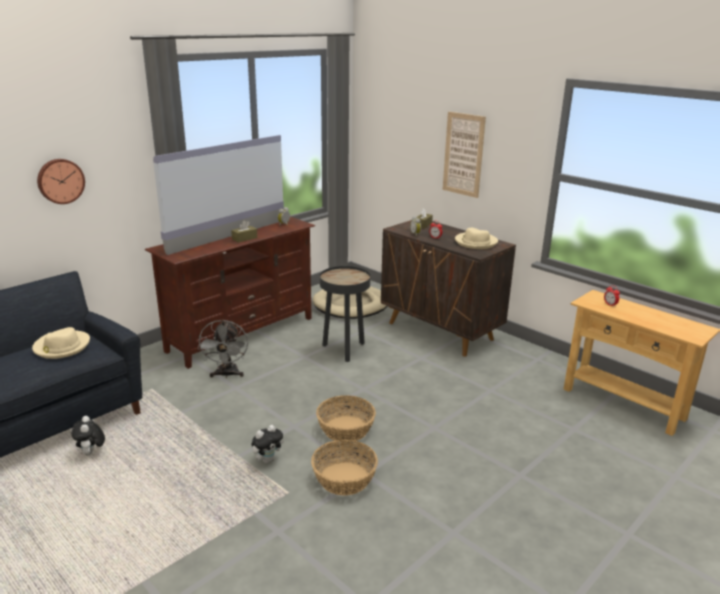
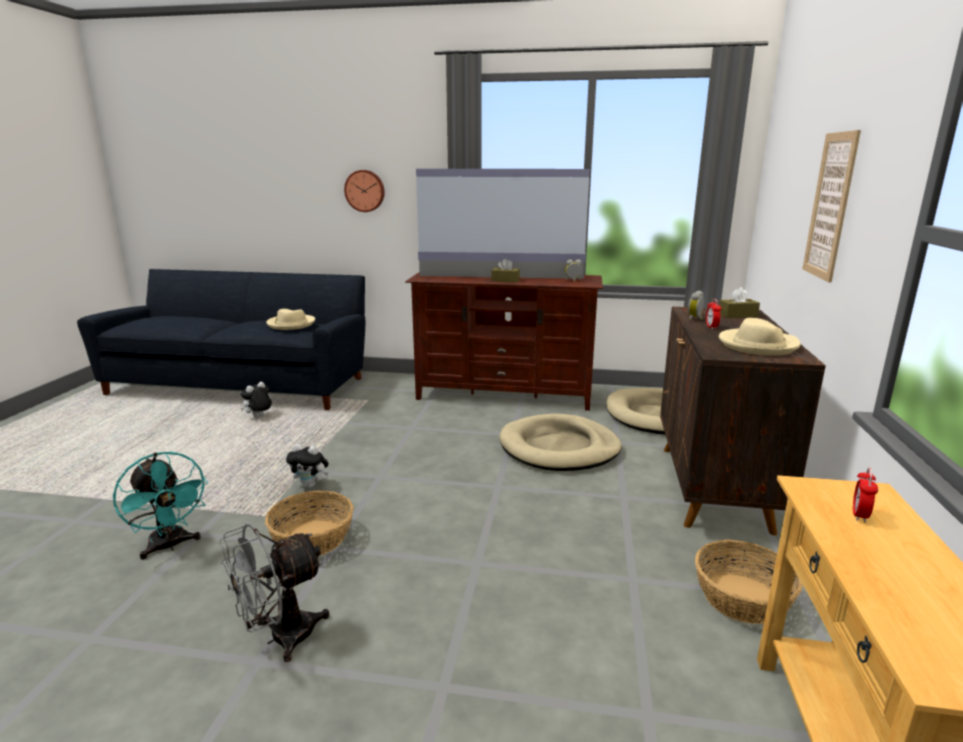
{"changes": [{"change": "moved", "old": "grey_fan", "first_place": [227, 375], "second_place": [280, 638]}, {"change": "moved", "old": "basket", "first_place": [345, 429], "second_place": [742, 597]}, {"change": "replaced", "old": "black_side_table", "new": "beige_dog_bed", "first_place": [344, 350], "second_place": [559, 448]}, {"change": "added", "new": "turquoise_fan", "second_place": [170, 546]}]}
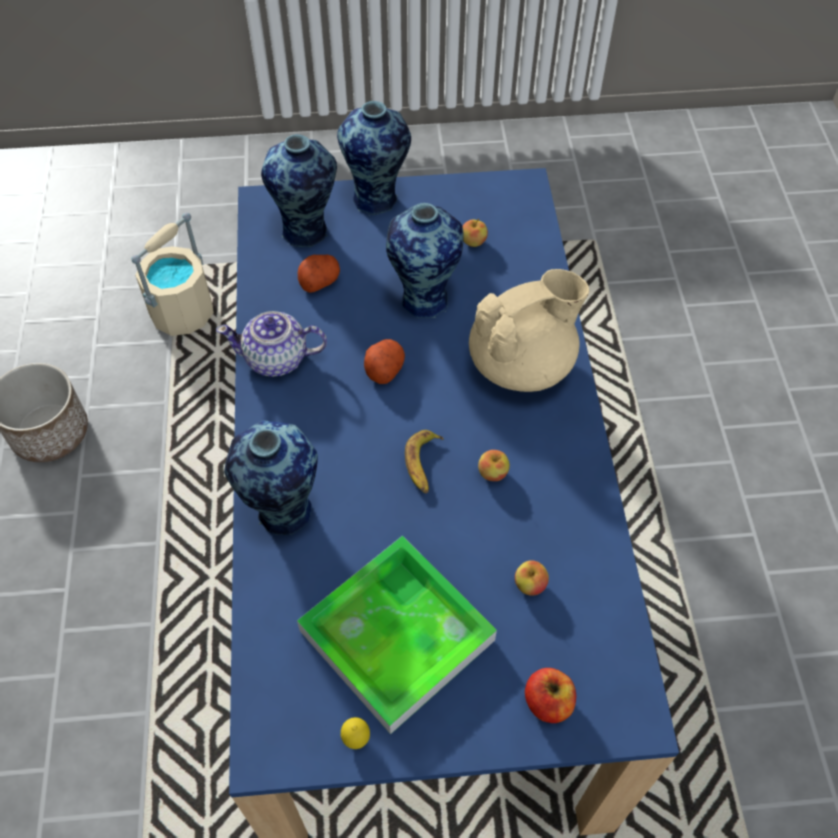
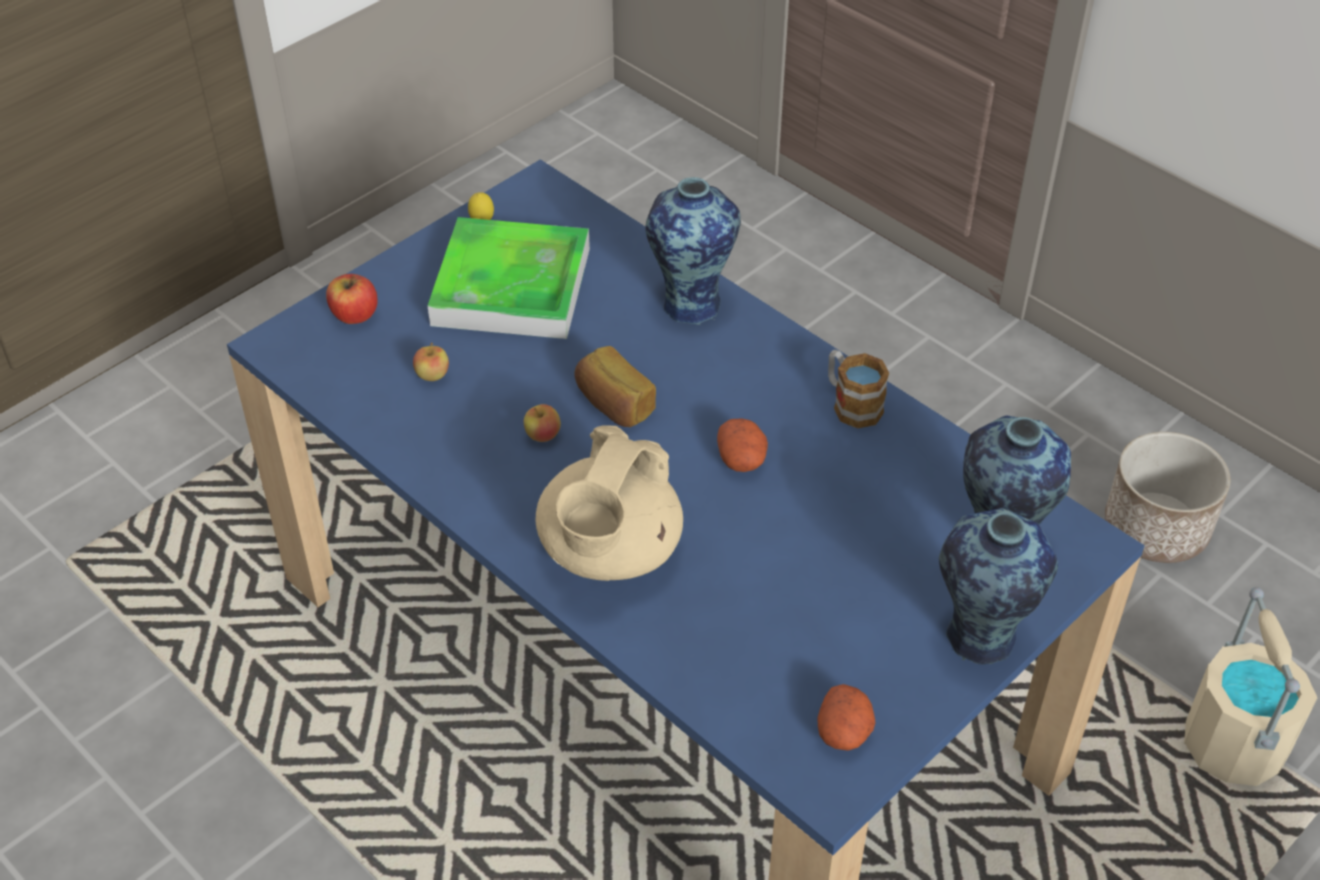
{"changes": [{"change": "replaced", "old": "teapot", "new": "mug", "first_place": [277, 359], "second_place": [851, 404]}, {"change": "moved", "old": "potato", "first_place": [319, 281], "second_place": [844, 732]}, {"change": "removed", "old": "vase", "first_place": [424, 298]}, {"change": "replaced", "old": "banana", "new": "bread", "first_place": [423, 465], "second_place": [613, 404]}, {"change": "removed", "old": "apple", "first_place": [473, 242]}]}
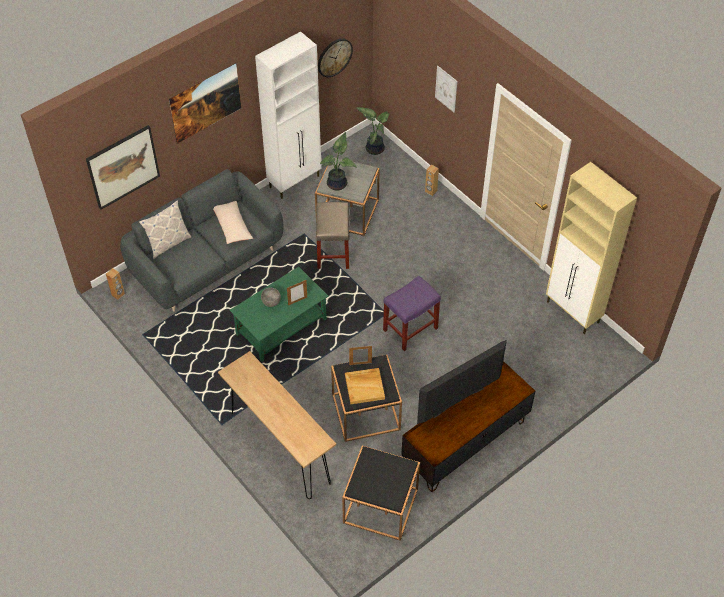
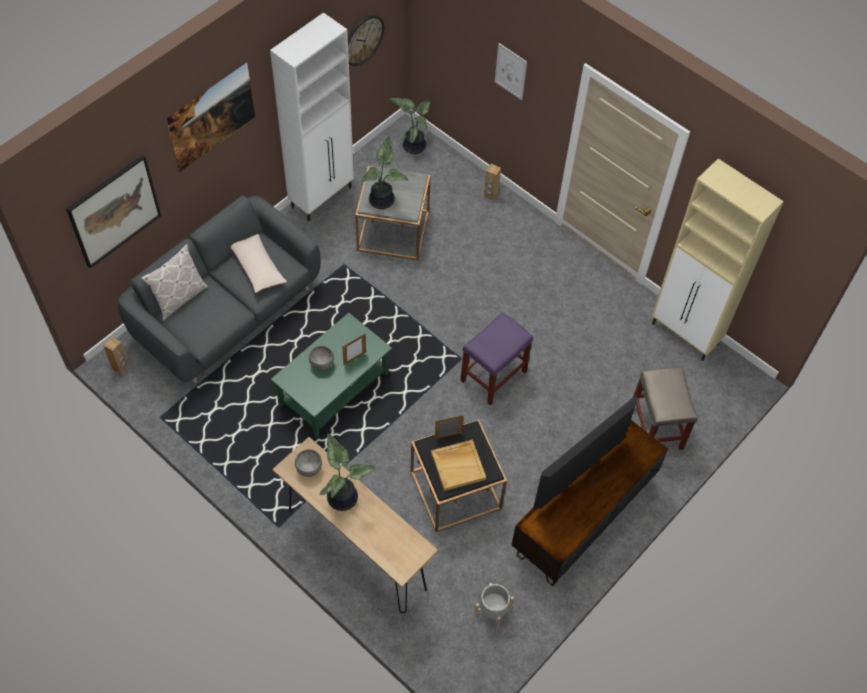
{"changes": [{"change": "moved", "old": "beige_stool", "first_place": [333, 253], "second_place": [656, 428]}, {"change": "replaced", "old": "black_side_table", "new": "grey_planter", "first_place": [380, 505], "second_place": [493, 611]}, {"change": "added", "new": "grey_bowl", "second_place": [308, 468]}, {"change": "added", "new": "potted_plant", "second_place": [343, 496]}]}
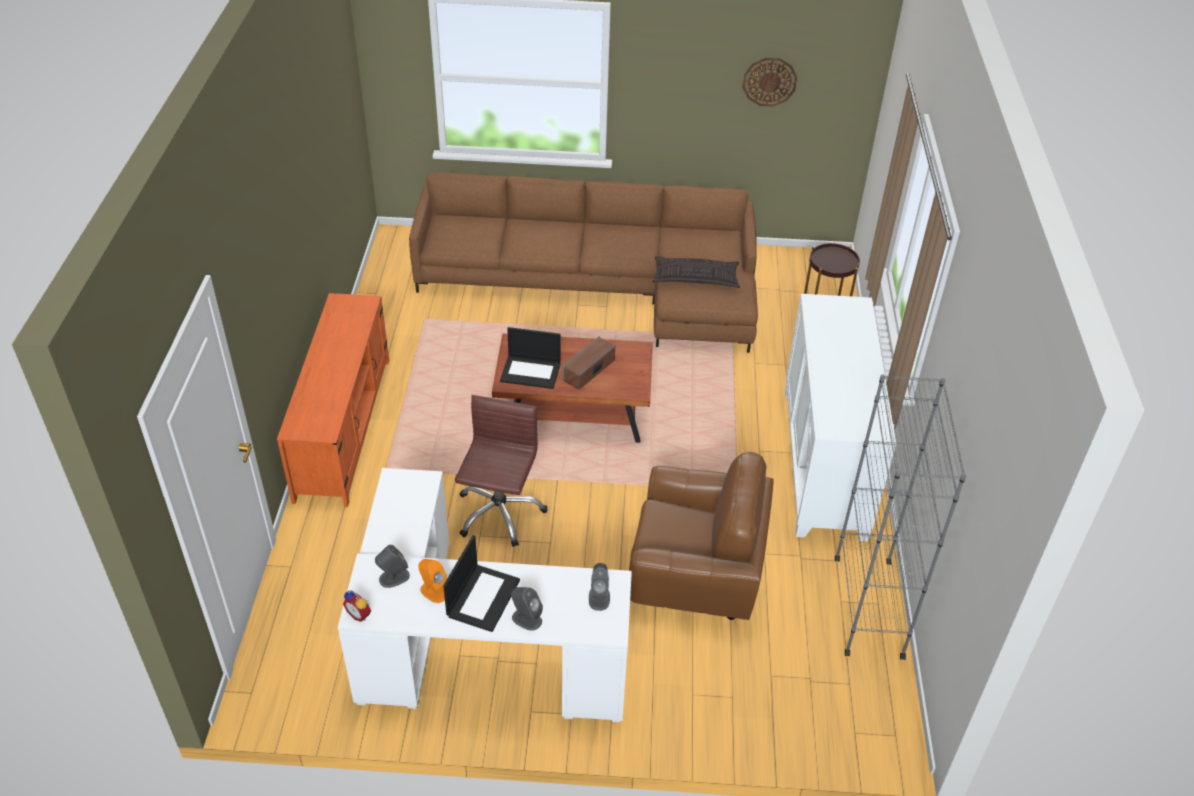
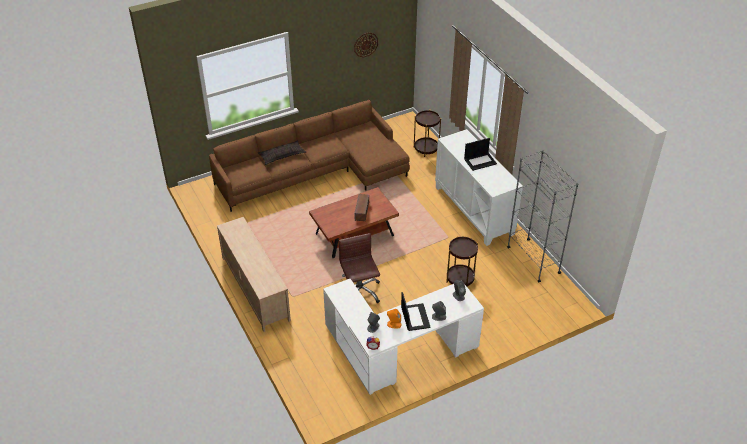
{"changes": [{"change": "recoloured", "old": "orange_tv_stand", "new": "beige_tv_stand", "first_place": [343, 427], "second_place": [255, 288]}, {"change": "moved", "old": "laptop", "first_place": [531, 372], "second_place": [480, 161]}, {"change": "replaced", "old": "brown_armchair", "new": "brown_side_table", "first_place": [696, 574], "second_place": [460, 278]}, {"change": "moved", "old": "pillow", "first_place": [696, 278], "second_place": [282, 155]}]}
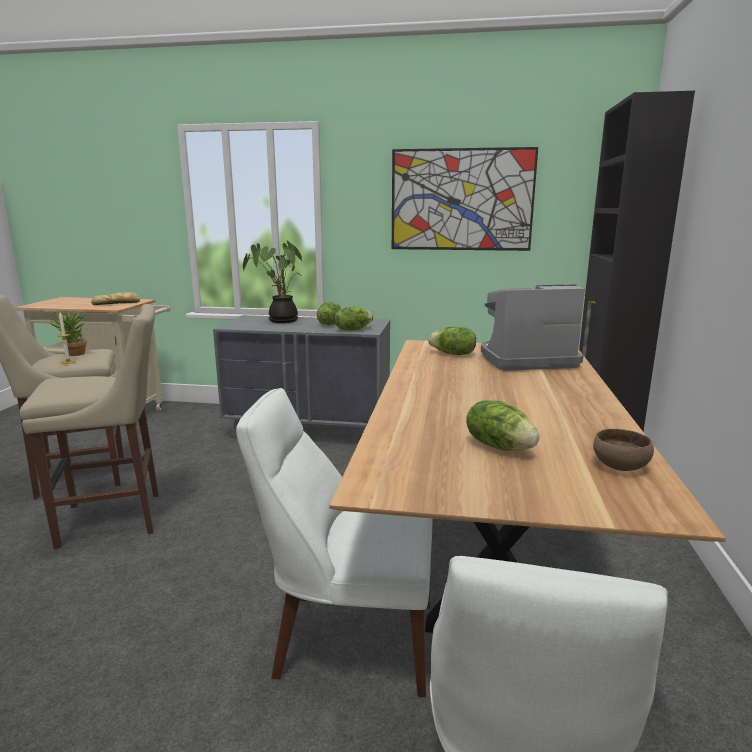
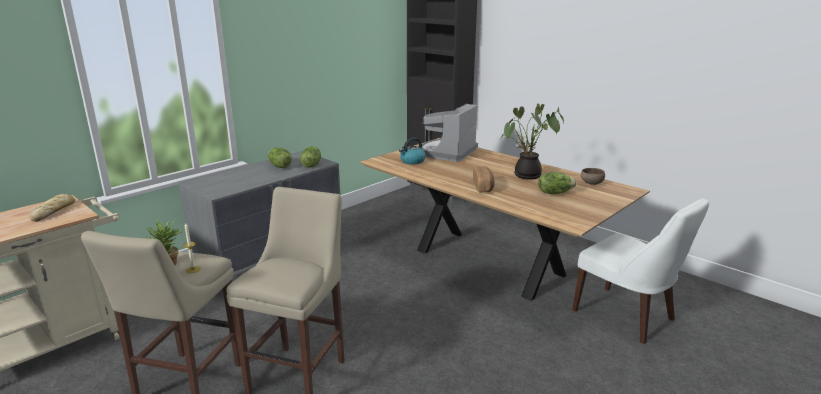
{"changes": [{"change": "removed", "old": "white_chair", "first_place": [348, 638]}, {"change": "moved", "old": "potted_plant", "first_place": [280, 321], "second_place": [526, 176]}, {"change": "removed", "old": "picture", "first_place": [461, 200]}, {"change": "replaced", "old": "lettuce", "new": "kettle", "first_place": [453, 354], "second_place": [412, 161]}, {"change": "added", "new": "bread", "second_place": [483, 186]}]}
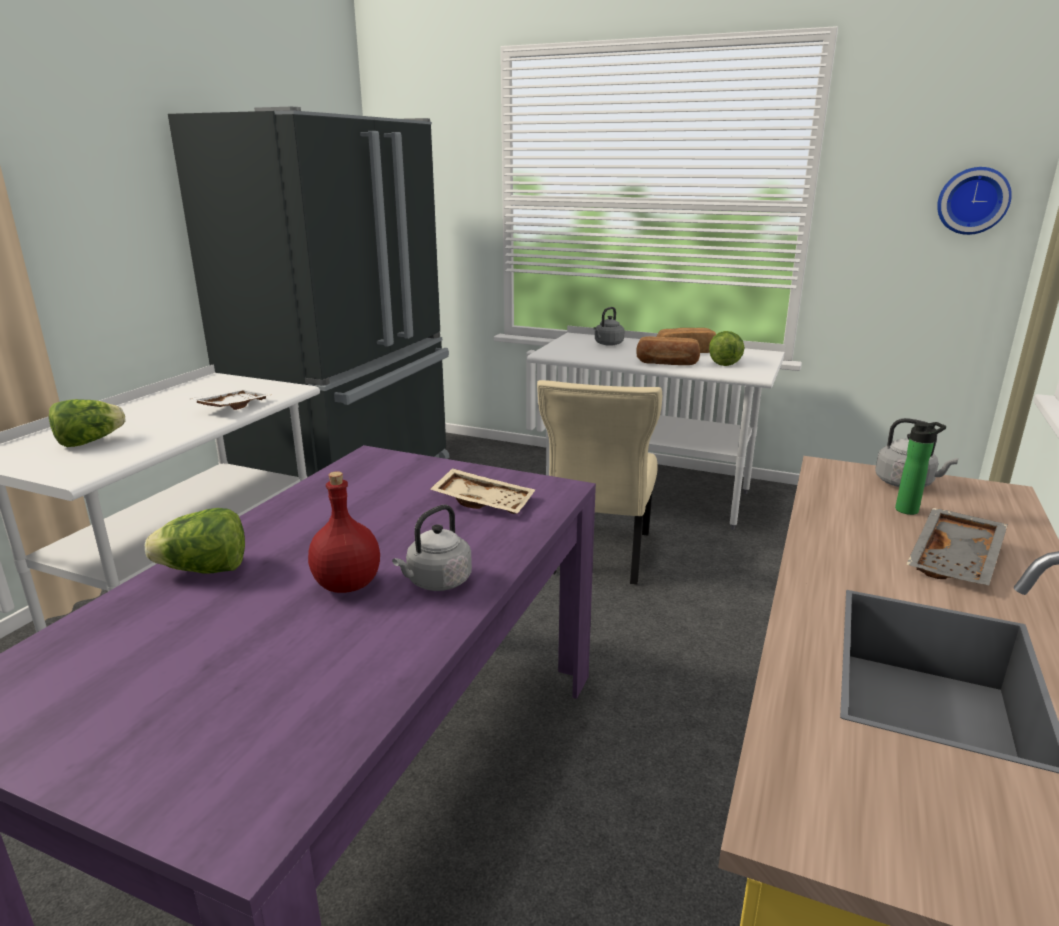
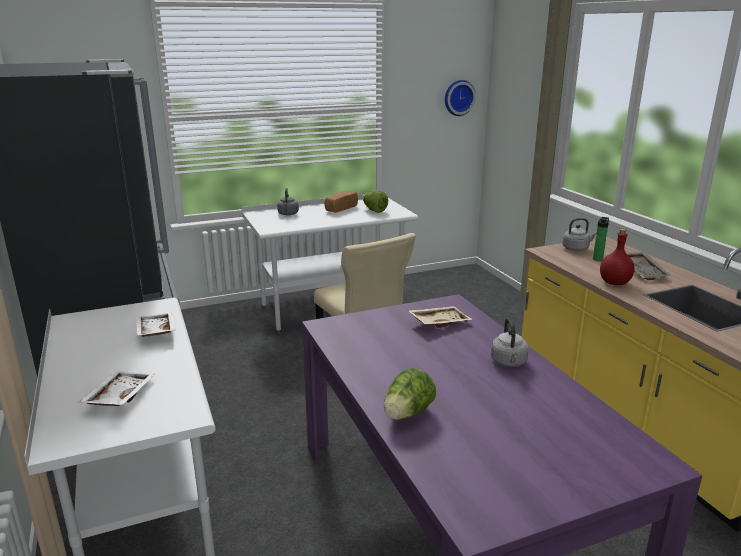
{"changes": [{"change": "replaced", "old": "lettuce", "new": "white_tray", "first_place": [89, 442], "second_place": [119, 396]}, {"change": "moved", "old": "red_bottle", "first_place": [347, 584], "second_place": [614, 282]}, {"change": "removed", "old": "bread", "first_place": [667, 363]}]}
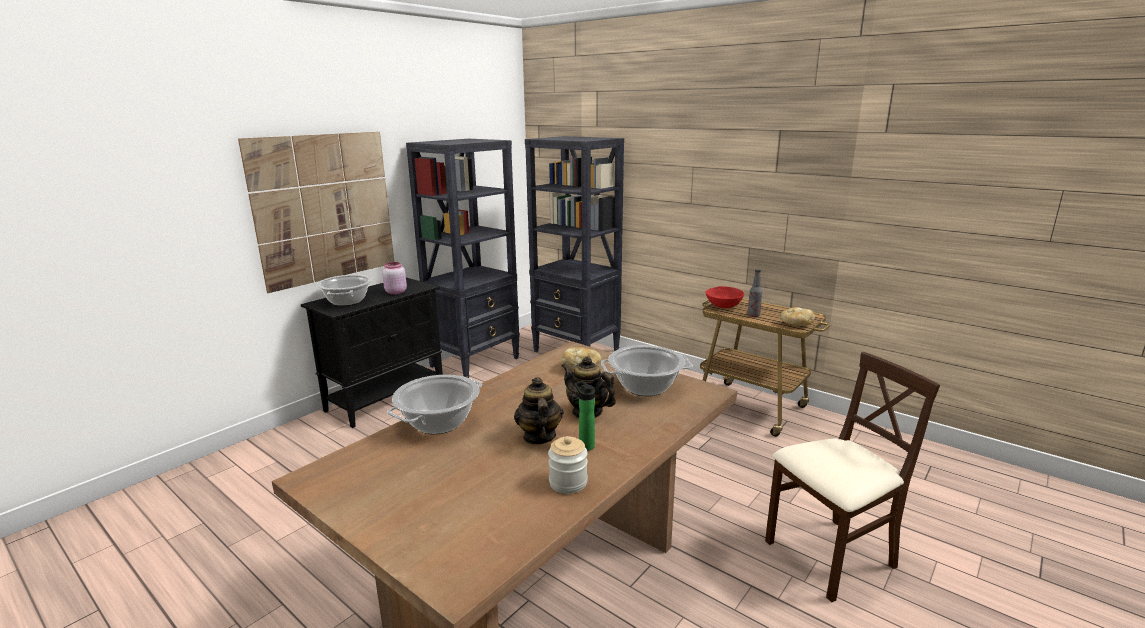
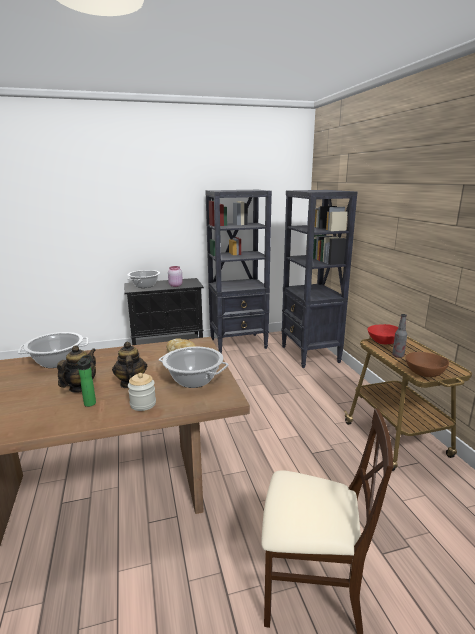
{"changes": [{"change": "removed", "old": "picture", "first_place": [325, 208]}, {"change": "moved", "old": "jar", "first_place": [568, 482], "second_place": [143, 404]}, {"change": "replaced", "old": "bread", "new": "brown_bowl", "first_place": [795, 324], "second_place": [424, 373]}]}
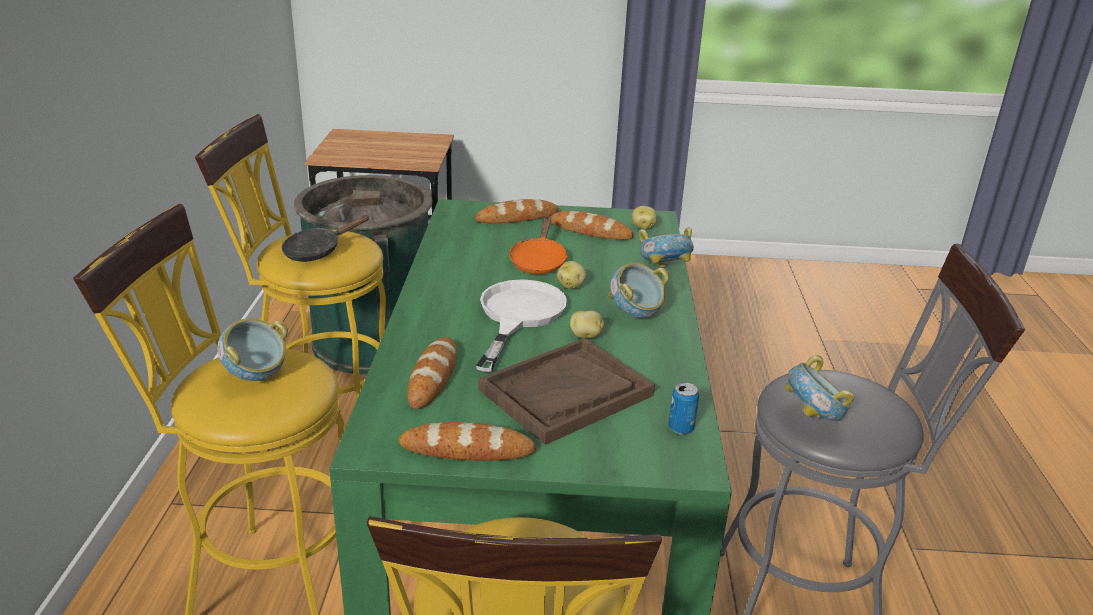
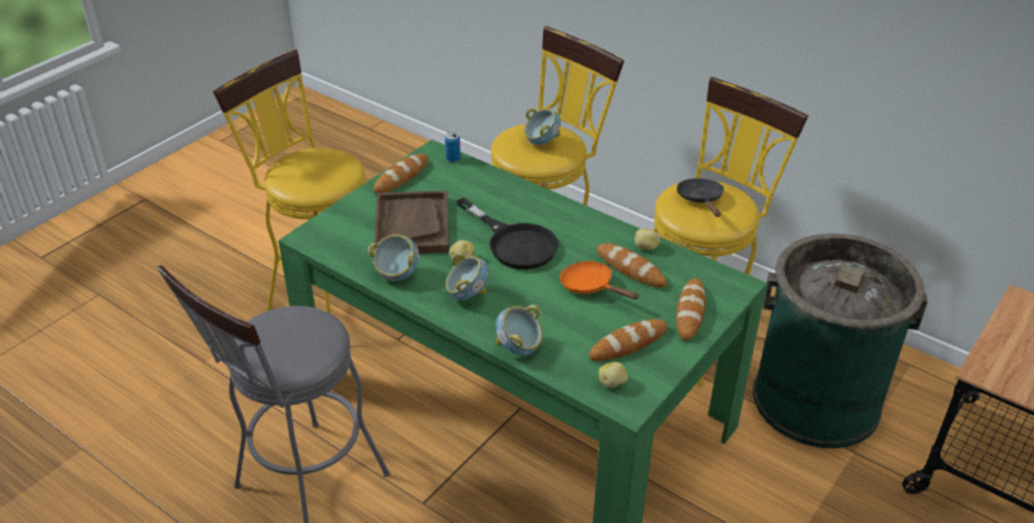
{"changes": [{"change": "moved", "old": "bread", "first_place": [433, 377], "second_place": [630, 269]}, {"change": "recoloured", "old": "white_frying_pan", "new": "black_frying_pan", "first_place": [518, 316], "second_place": [514, 242]}, {"change": "moved", "old": "potato", "first_place": [571, 285], "second_place": [646, 248]}, {"change": "moved", "old": "can", "first_place": [681, 428], "second_place": [453, 159]}, {"change": "moved", "old": "bowl", "first_place": [813, 418], "second_place": [396, 275]}]}
